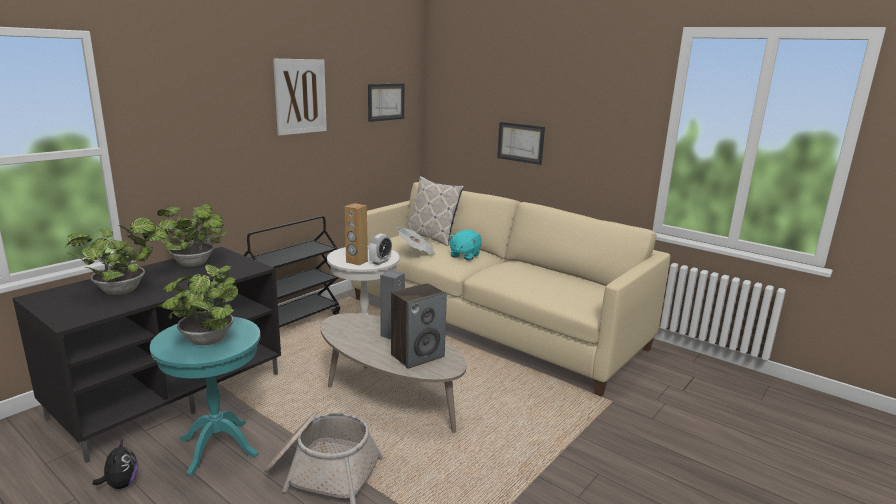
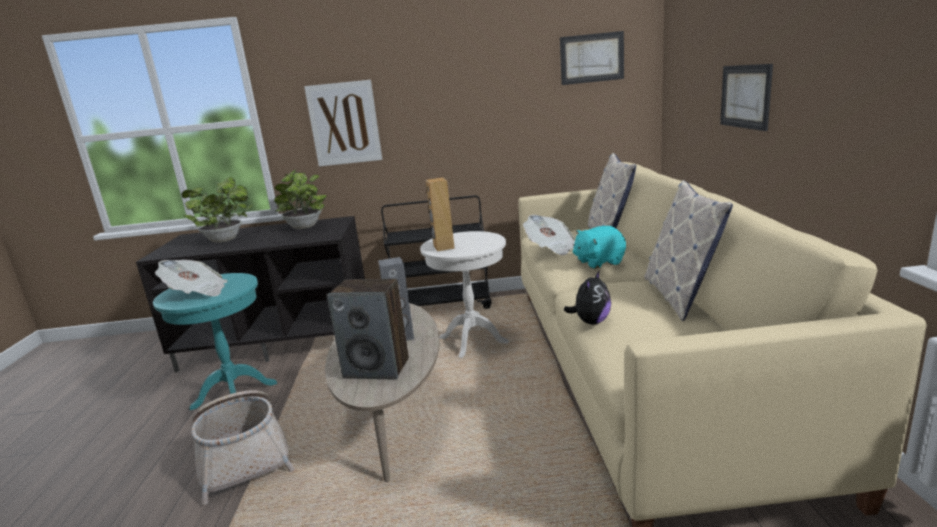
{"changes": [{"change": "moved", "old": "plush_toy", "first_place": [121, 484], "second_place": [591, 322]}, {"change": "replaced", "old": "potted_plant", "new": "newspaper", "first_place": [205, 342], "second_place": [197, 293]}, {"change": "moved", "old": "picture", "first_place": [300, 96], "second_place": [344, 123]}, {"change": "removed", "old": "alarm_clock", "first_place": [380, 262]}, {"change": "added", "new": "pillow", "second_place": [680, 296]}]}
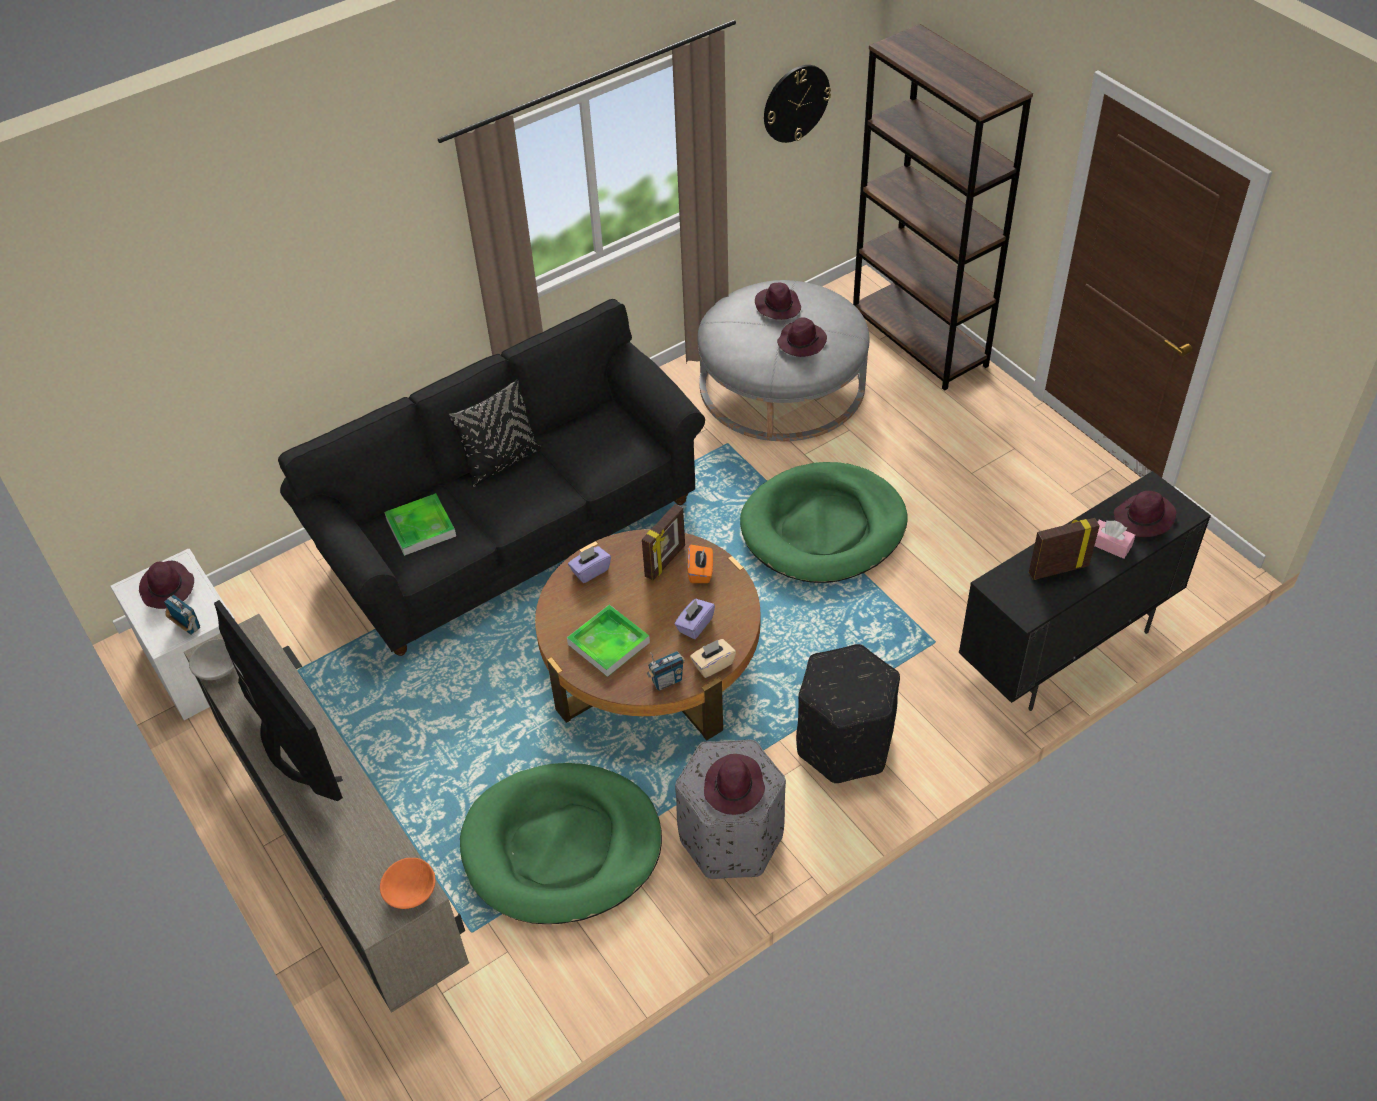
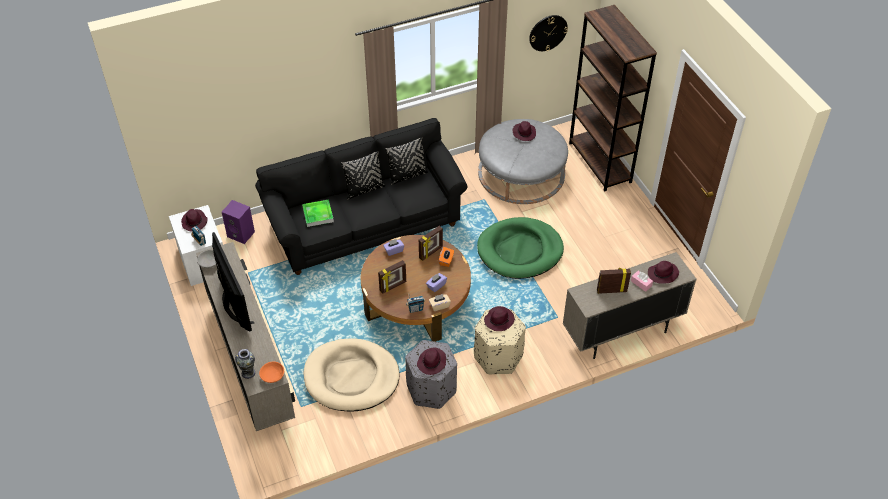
{"changes": [{"change": "recoloured", "old": "green_dog_bed", "new": "beige_dog_bed", "first_place": [562, 847], "second_place": [351, 377]}, {"change": "replaced", "old": "tray", "new": "picture_frame", "first_place": [608, 643], "second_place": [393, 286]}, {"change": "moved", "old": "purple_hat", "first_place": [801, 341], "second_place": [499, 320]}, {"change": "recoloured", "old": "black_ottoman", "new": "beige_ottoman", "first_place": [845, 744], "second_place": [498, 357]}, {"change": "recoloured", "old": "black_cabinet", "new": "beige_cabinet", "first_place": [1065, 650], "second_place": [621, 333]}, {"change": "added", "new": "purple_speaker", "second_place": [241, 234]}, {"change": "added", "new": "vase", "second_place": [248, 373]}, {"change": "added", "new": "black_pillow", "second_place": [407, 175]}]}
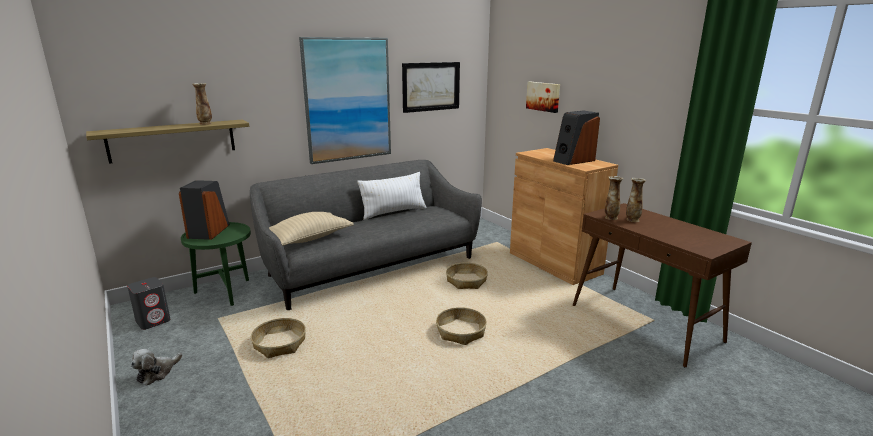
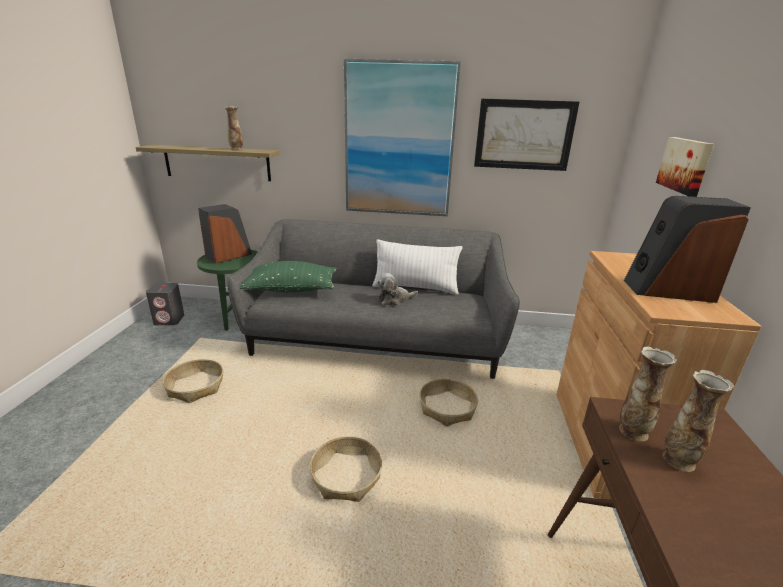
{"changes": [{"change": "moved", "old": "plush_toy", "first_place": [157, 373], "second_place": [394, 299]}, {"change": "recoloured", "old": "beige_pillow", "new": "green_pillow", "first_place": [308, 239], "second_place": [291, 289]}]}
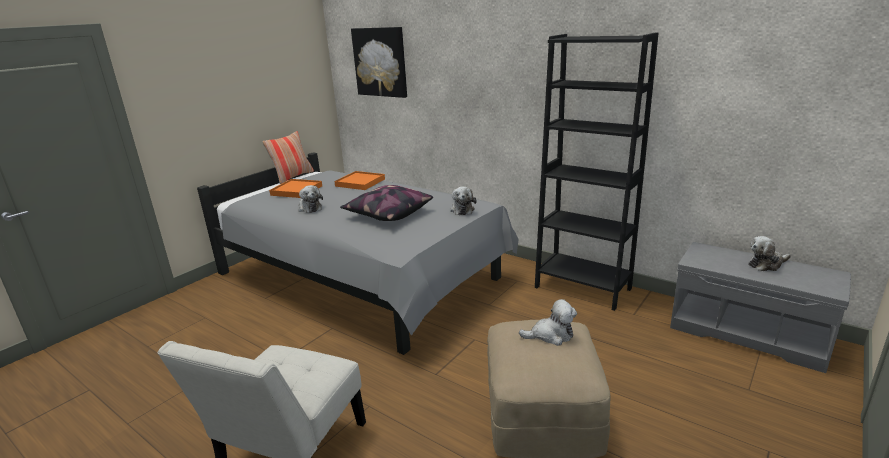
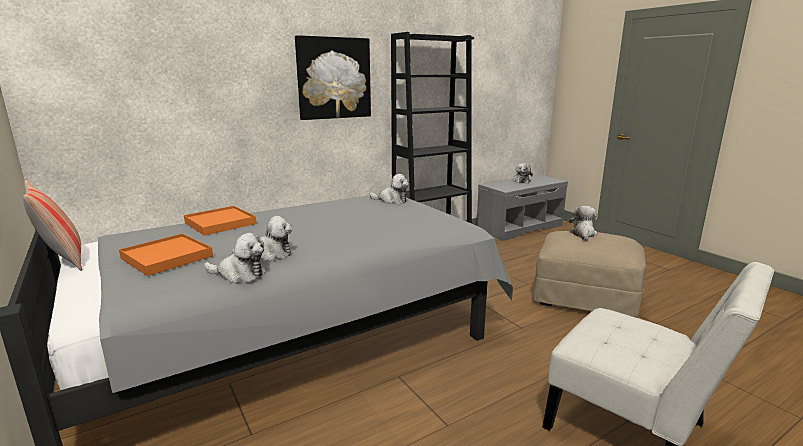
{"changes": [{"change": "removed", "old": "pillow", "first_place": [388, 214]}, {"change": "moved", "old": "picture", "first_place": [380, 62], "second_place": [333, 78]}, {"change": "added", "new": "plush_toy", "second_place": [239, 274]}]}
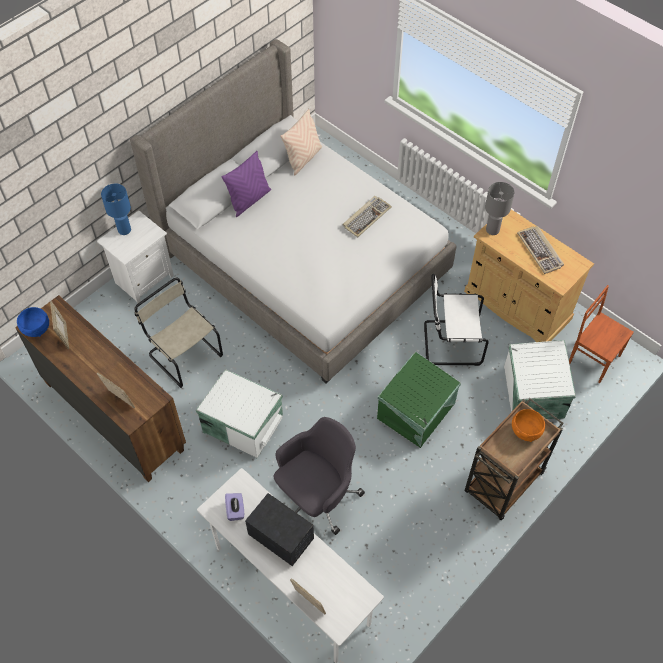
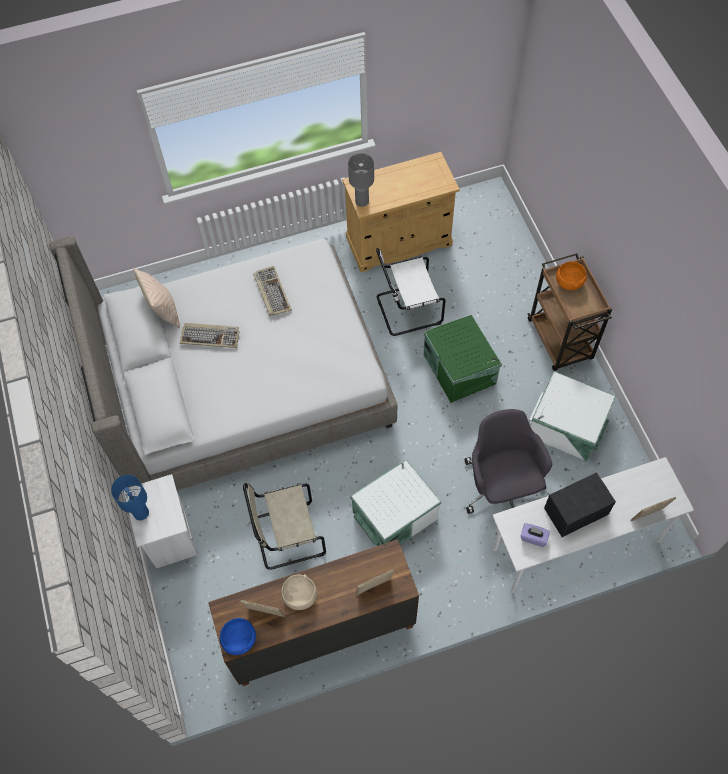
{"changes": [{"change": "removed", "old": "purple_pillow", "first_place": [249, 200]}, {"change": "turned", "old": "white_chair", "first_place": [449, 342], "second_place": [406, 310], "degrees": 45}, {"change": "moved", "old": "white_storage_box", "first_place": [532, 392], "second_place": [566, 428]}, {"change": "moved", "old": "keyboard", "first_place": [540, 251], "second_place": [210, 336]}, {"change": "removed", "old": "brown_chair", "first_place": [593, 358]}, {"change": "added", "new": "beige_bowl", "second_place": [300, 596]}]}
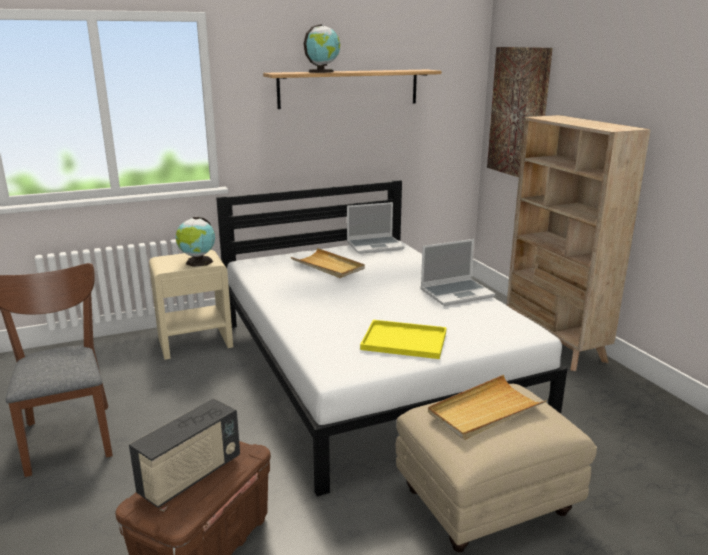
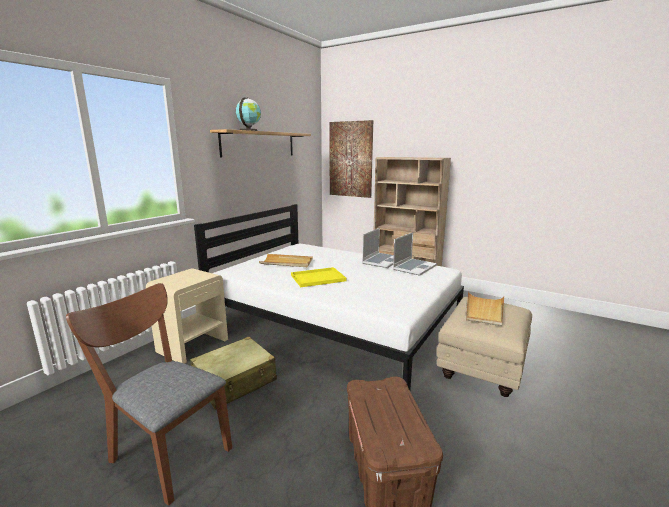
{"changes": [{"change": "removed", "old": "radio", "first_place": [191, 476]}, {"change": "removed", "old": "globe", "first_place": [198, 262]}, {"change": "moved", "old": "laptop", "first_place": [375, 246], "second_place": [414, 267]}, {"change": "moved", "old": "yellow_tray", "first_place": [402, 341], "second_place": [317, 278]}, {"change": "added", "new": "beige_suitcase", "second_place": [235, 381]}]}
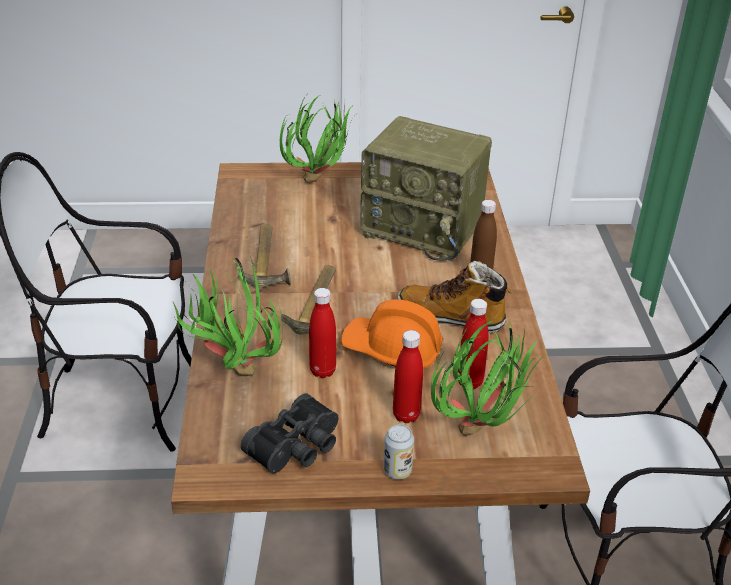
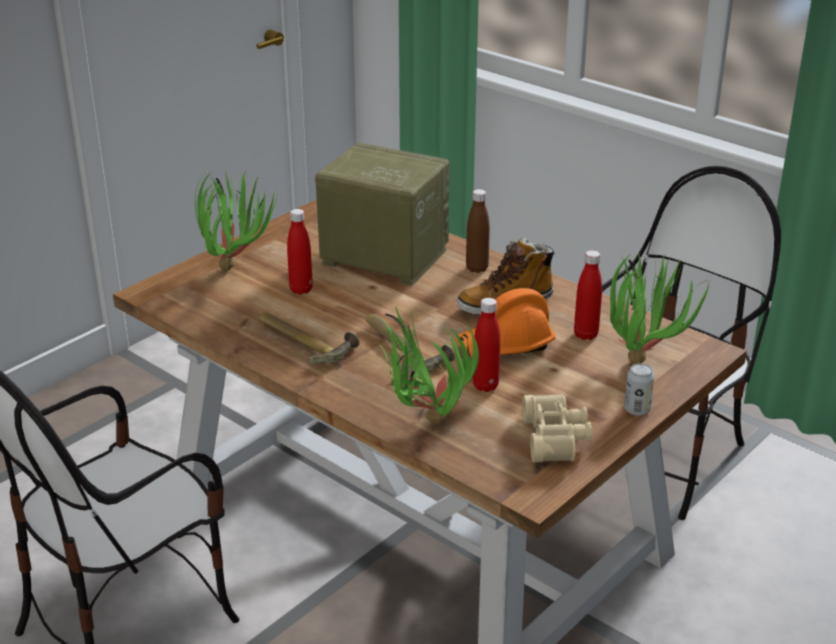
{"changes": [{"change": "recoloured", "old": "black_binoculars", "new": "beige_binoculars", "first_place": [297, 447], "second_place": [557, 438]}, {"change": "turned", "old": "radio", "first_place": [424, 229], "second_place": [381, 257], "degrees": -135}, {"change": "moved", "old": "red_bottle", "first_place": [406, 415], "second_place": [301, 289]}]}
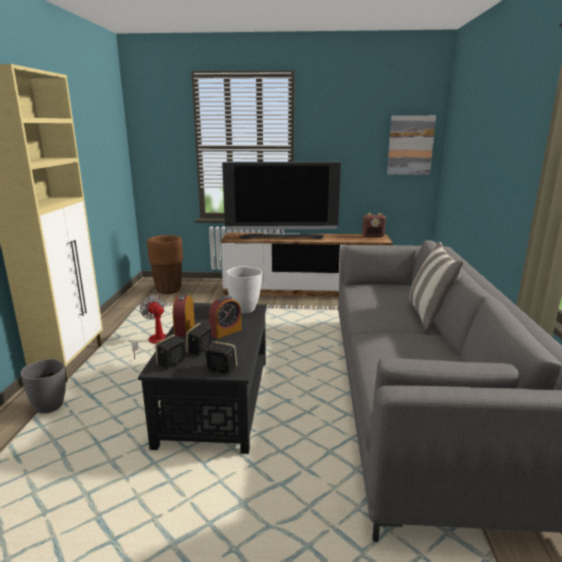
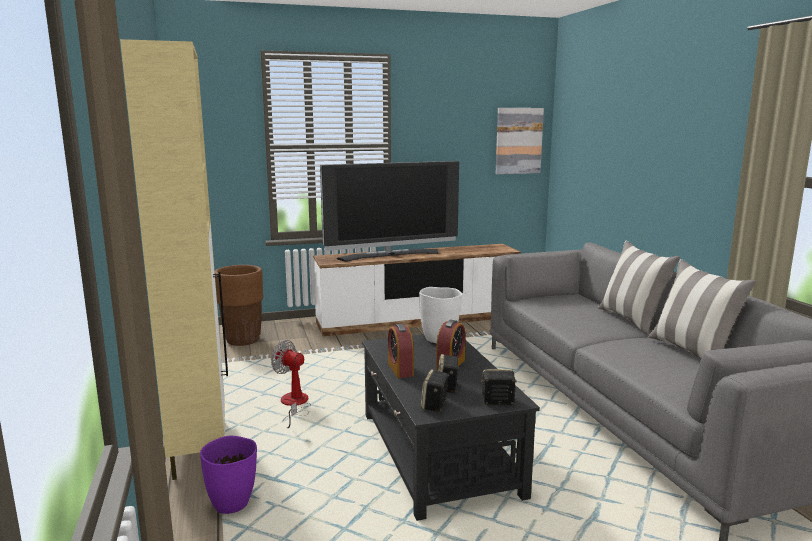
{"changes": [{"change": "recoloured", "old": "grey_vase", "new": "purple_vase", "first_place": [50, 407], "second_place": [232, 504]}, {"change": "removed", "old": "radio", "first_place": [373, 236]}, {"change": "added", "new": "pillow", "second_place": [692, 352]}]}
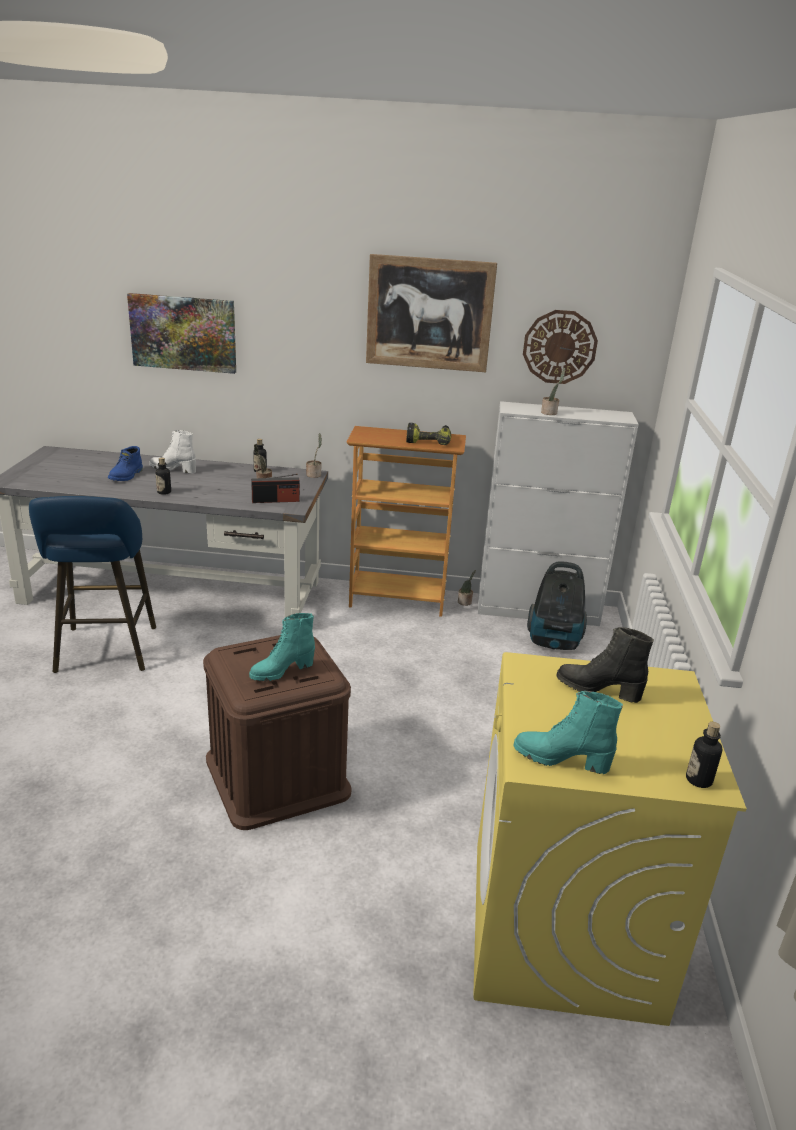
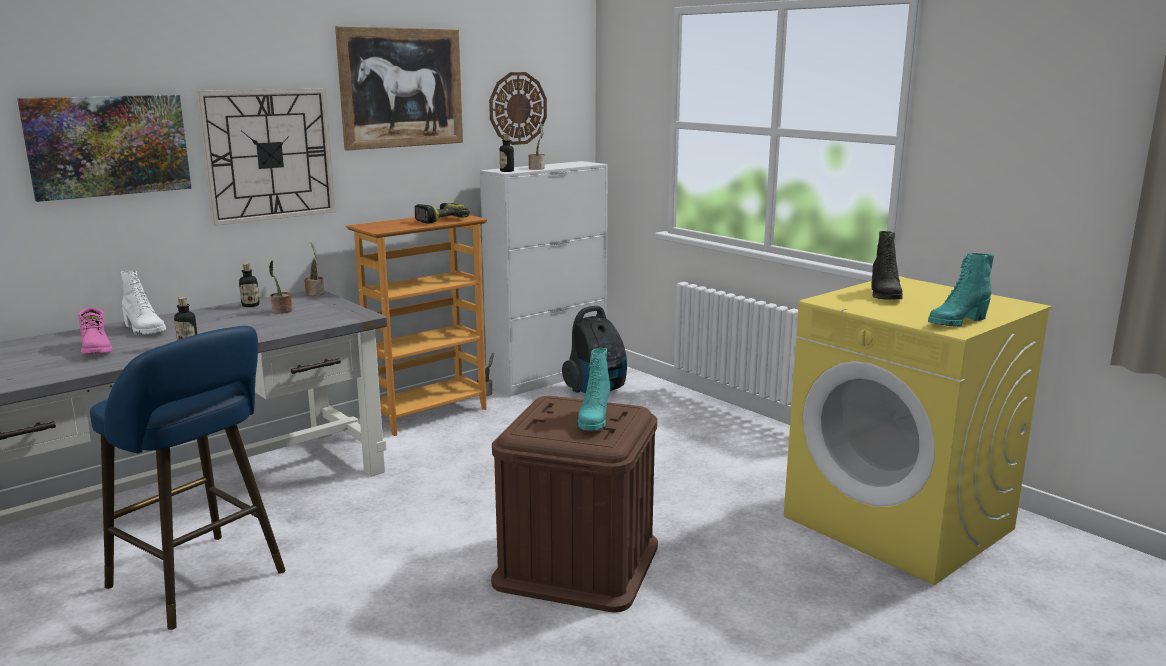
{"changes": [{"change": "recoloured", "old": "blue_boot", "new": "pink_boot", "first_place": [127, 476], "second_place": [97, 349]}, {"change": "turned", "old": "white_boot", "first_place": [173, 469], "second_place": [144, 330], "degrees": -105}, {"change": "removed", "old": "radio", "first_place": [275, 500]}, {"change": "turned", "old": "black_boot", "first_place": [598, 689], "second_place": [884, 295], "degrees": -60}, {"change": "moved", "old": "bottle", "first_place": [698, 780], "second_place": [507, 171]}, {"change": "added", "new": "wall_clock", "second_place": [269, 155]}]}
